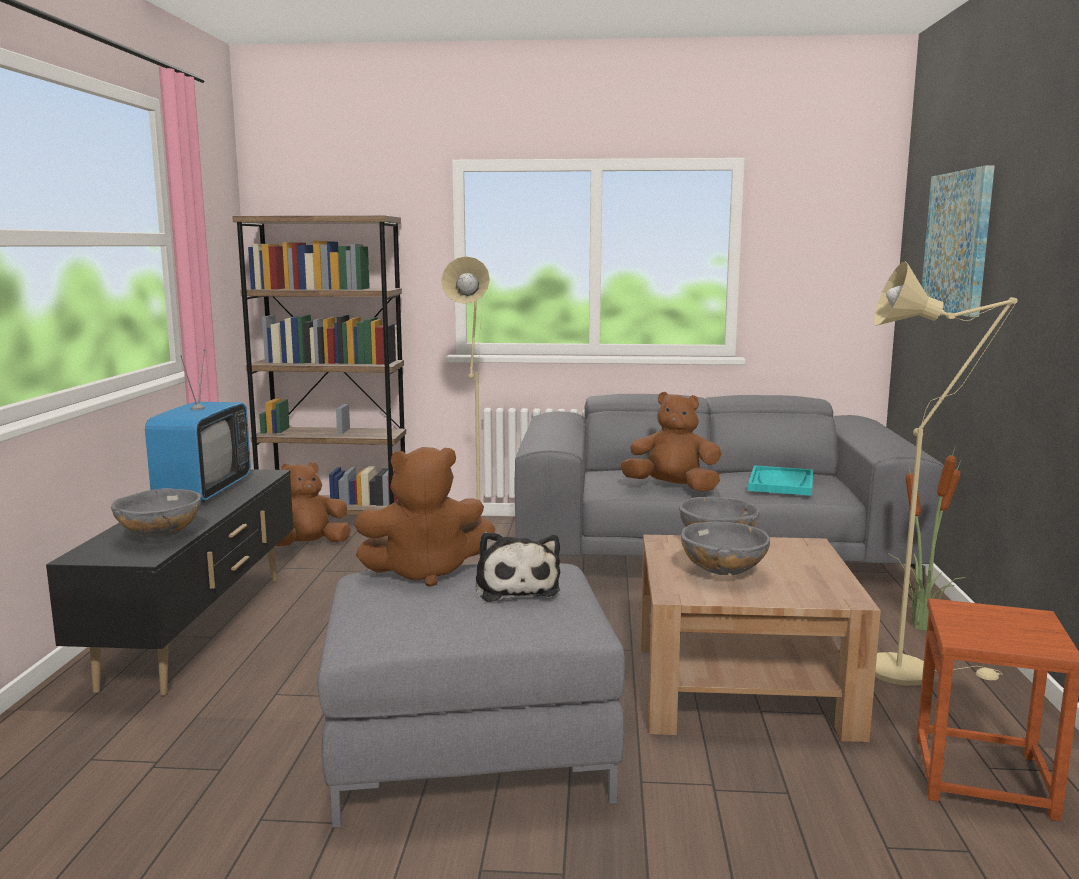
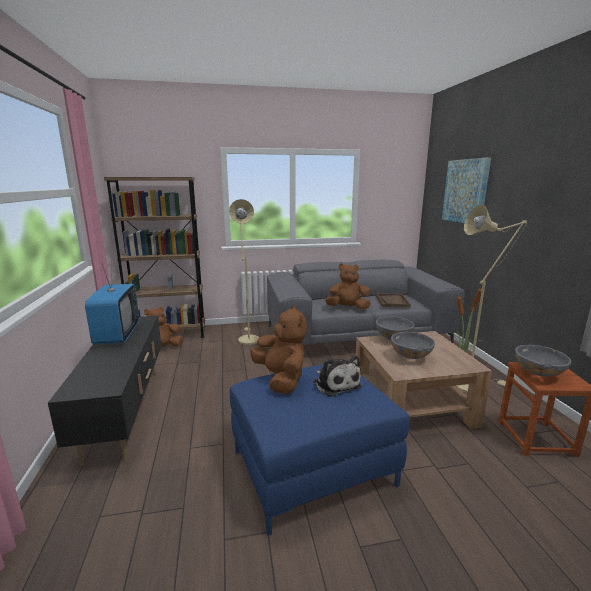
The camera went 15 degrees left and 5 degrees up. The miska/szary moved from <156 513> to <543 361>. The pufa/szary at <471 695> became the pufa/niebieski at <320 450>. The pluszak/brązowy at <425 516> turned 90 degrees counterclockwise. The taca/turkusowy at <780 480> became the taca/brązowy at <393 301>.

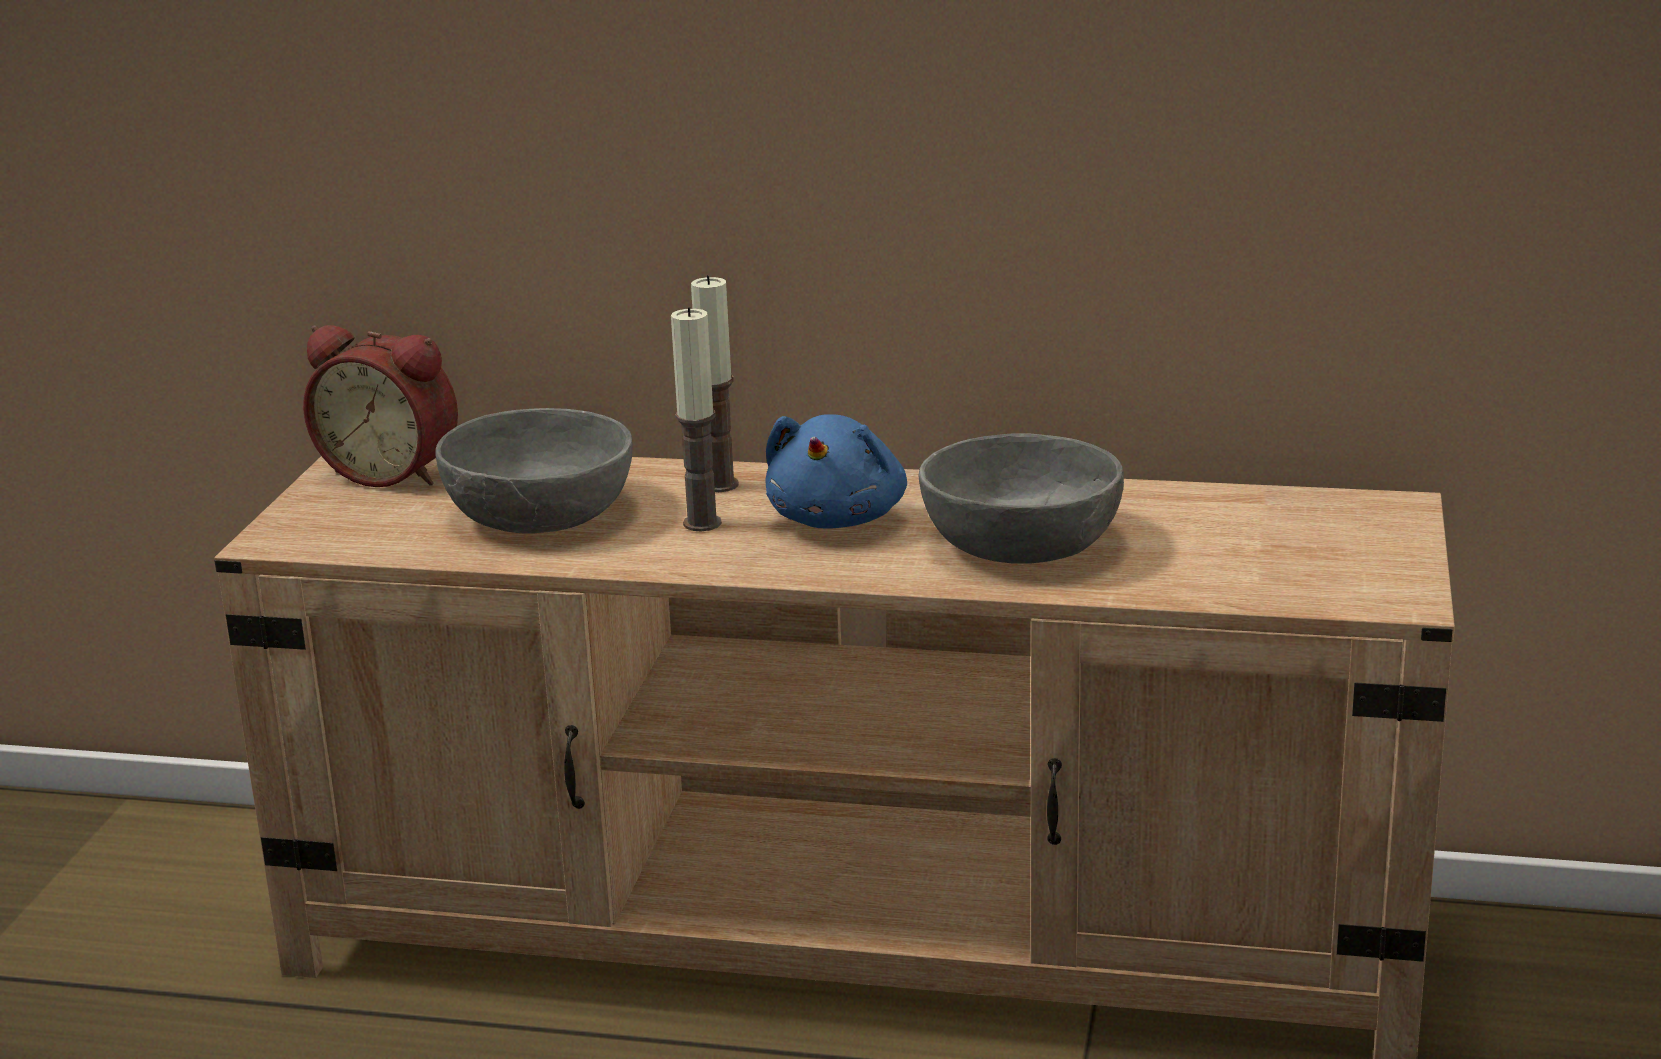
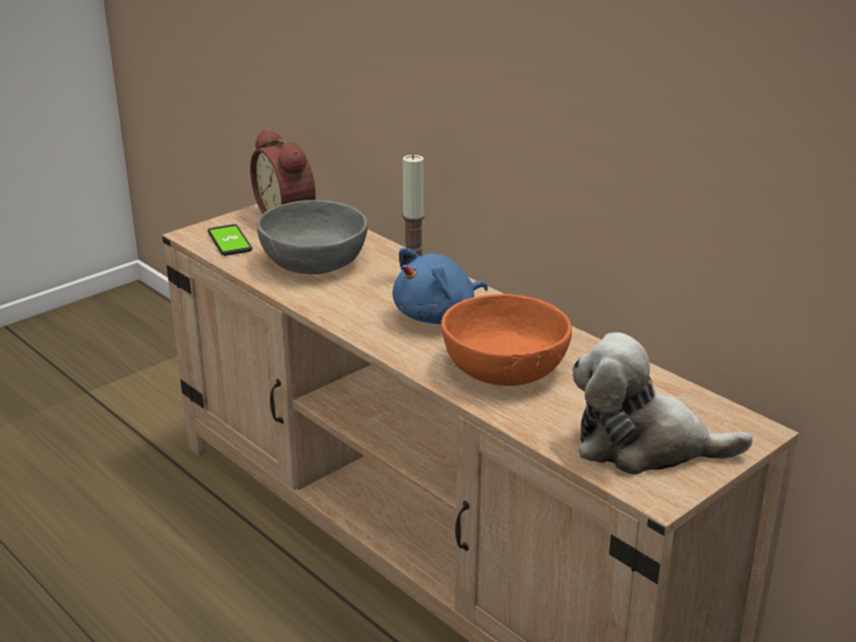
The camera went 35 degrees right and 5 degrees up. The świeca at <696 419> disappeared. The miska/szary at <1021 498> became the miska/pomarańczowy at <506 340>. The telefon at <230 240> appeared. The pluszak at <662 403> appeared.

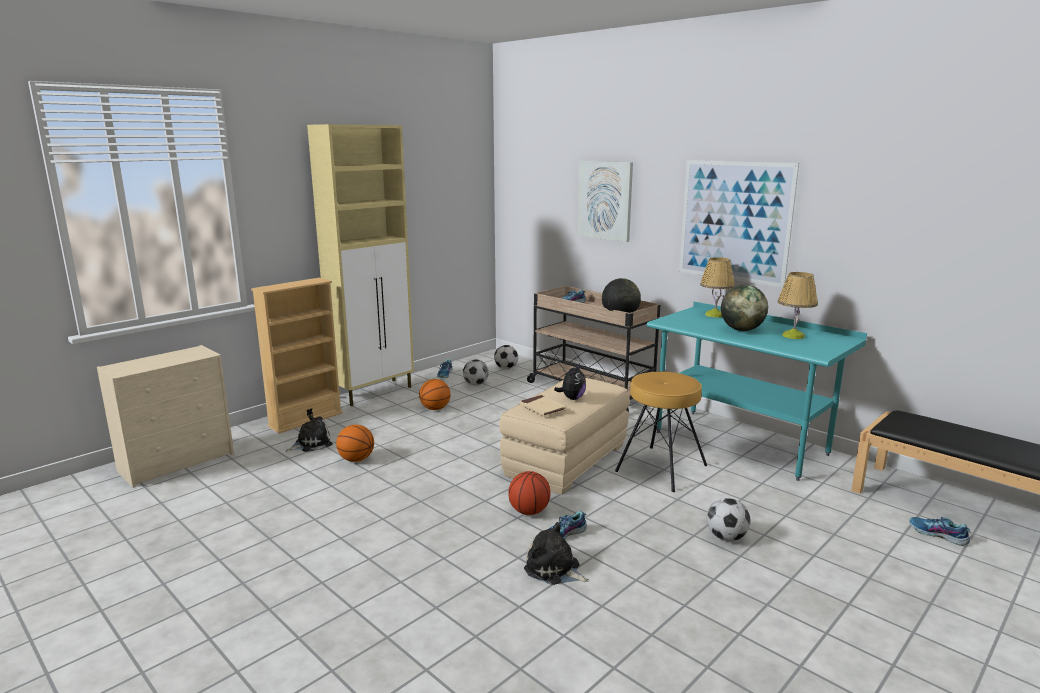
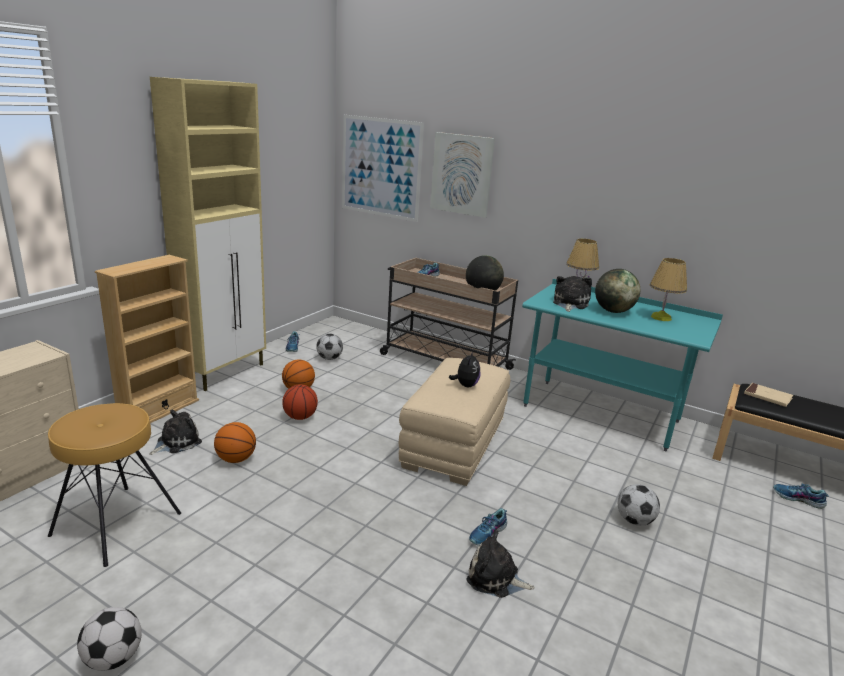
The camera went 15 degrees left and 5 degrees up. The piłka futbolowa moved from <506 357> to <109 639>. The piłka do koszykówki moved from <529 493> to <300 402>. The książka/beżowy moved from <543 406> to <768 395>. The stołek/brązowy moved from <661 432> to <114 485>. The obraz moved from <739 224> to <383 168>. The pluszak at <572 294> appeared.

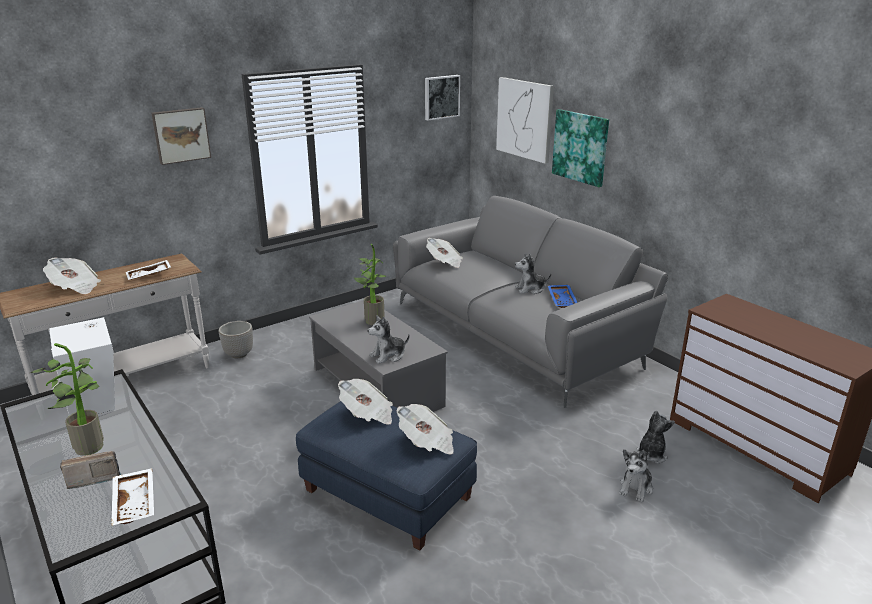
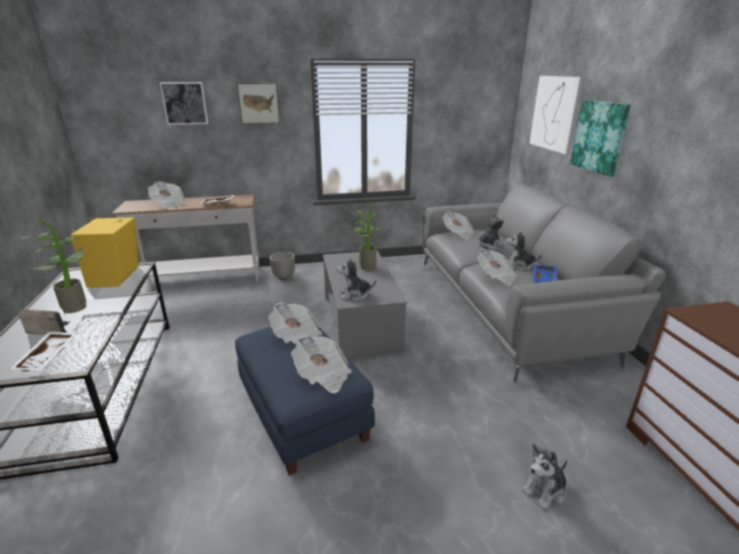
The camera went 25 degrees right and 0 degrees up. The głośnik/biały at <81 366> became the głośnik/żółty at <104 253>. The obraz moved from <442 98> to <184 103>. The pluszak moved from <655 437> to <491 231>. The gazeta at <497 267> appeared.

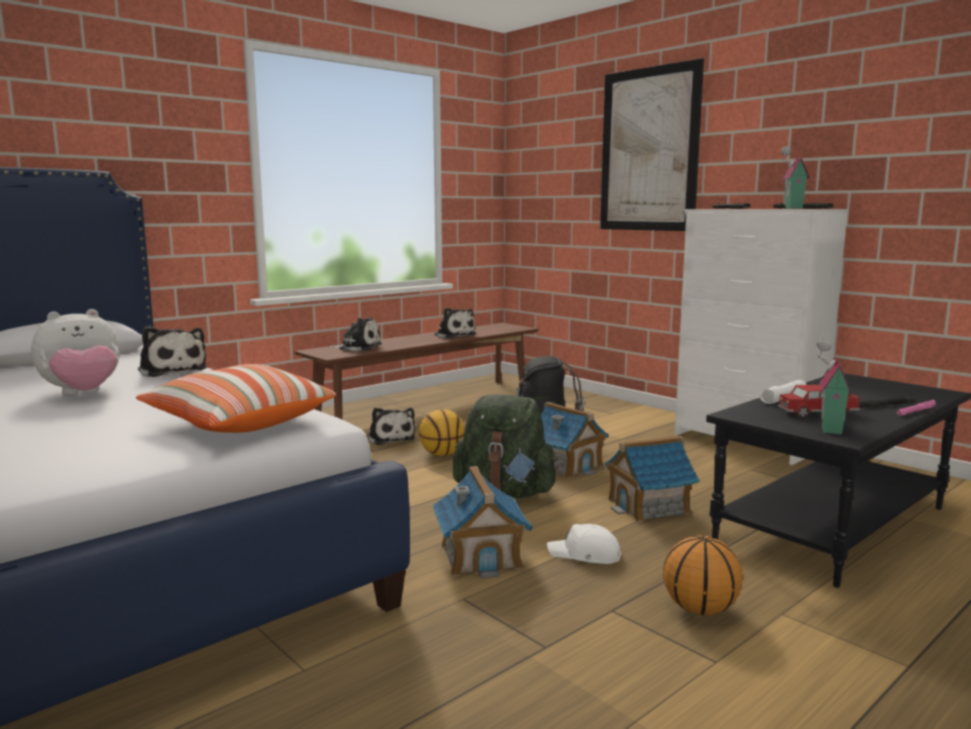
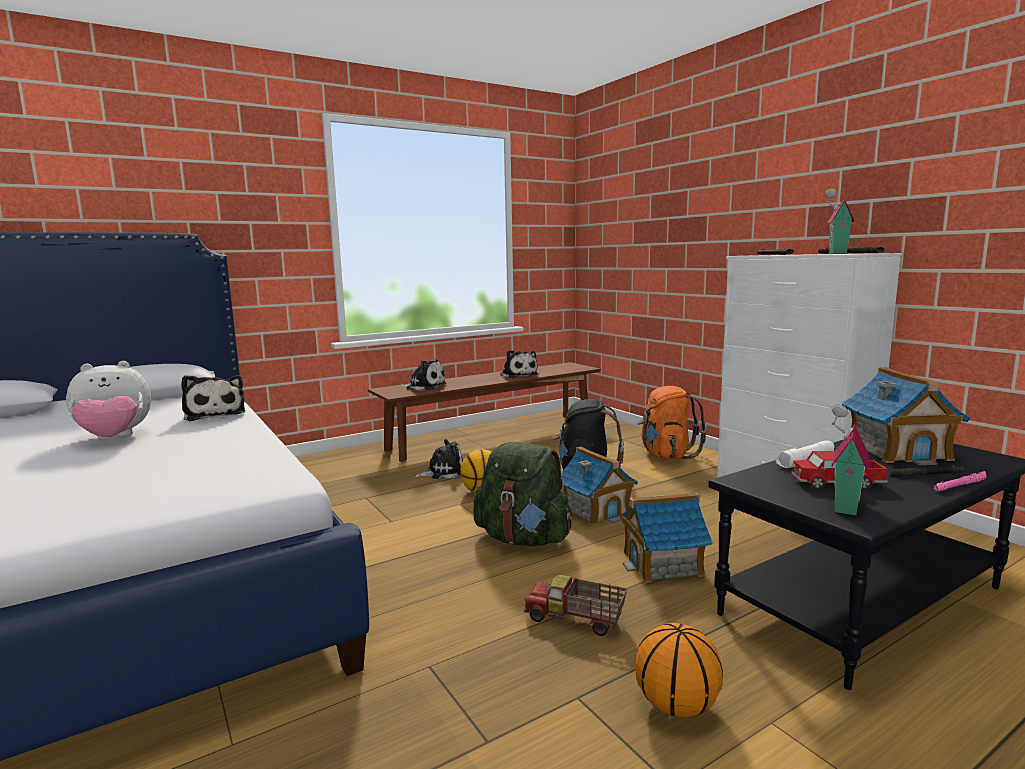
The camera went 10 degrees right and 0 degrees up. The poduszka at <236 398> disappeared. The pluszak at <392 426> turned 90 degrees counterclockwise. The domek moved from <483 522> to <905 416>. The czapka z daszkiem/biały at <584 544> was replaced by the ciężarówka zabawkowa at <575 605>. The obraz at <652 144> disappeared. The plecak/pomarańczowy at <672 422> appeared.

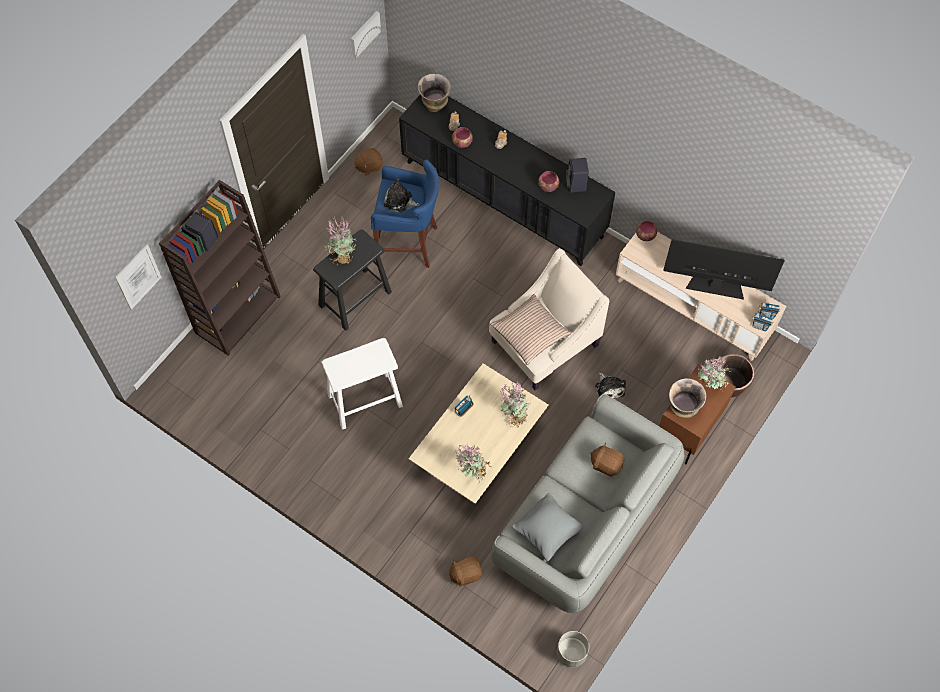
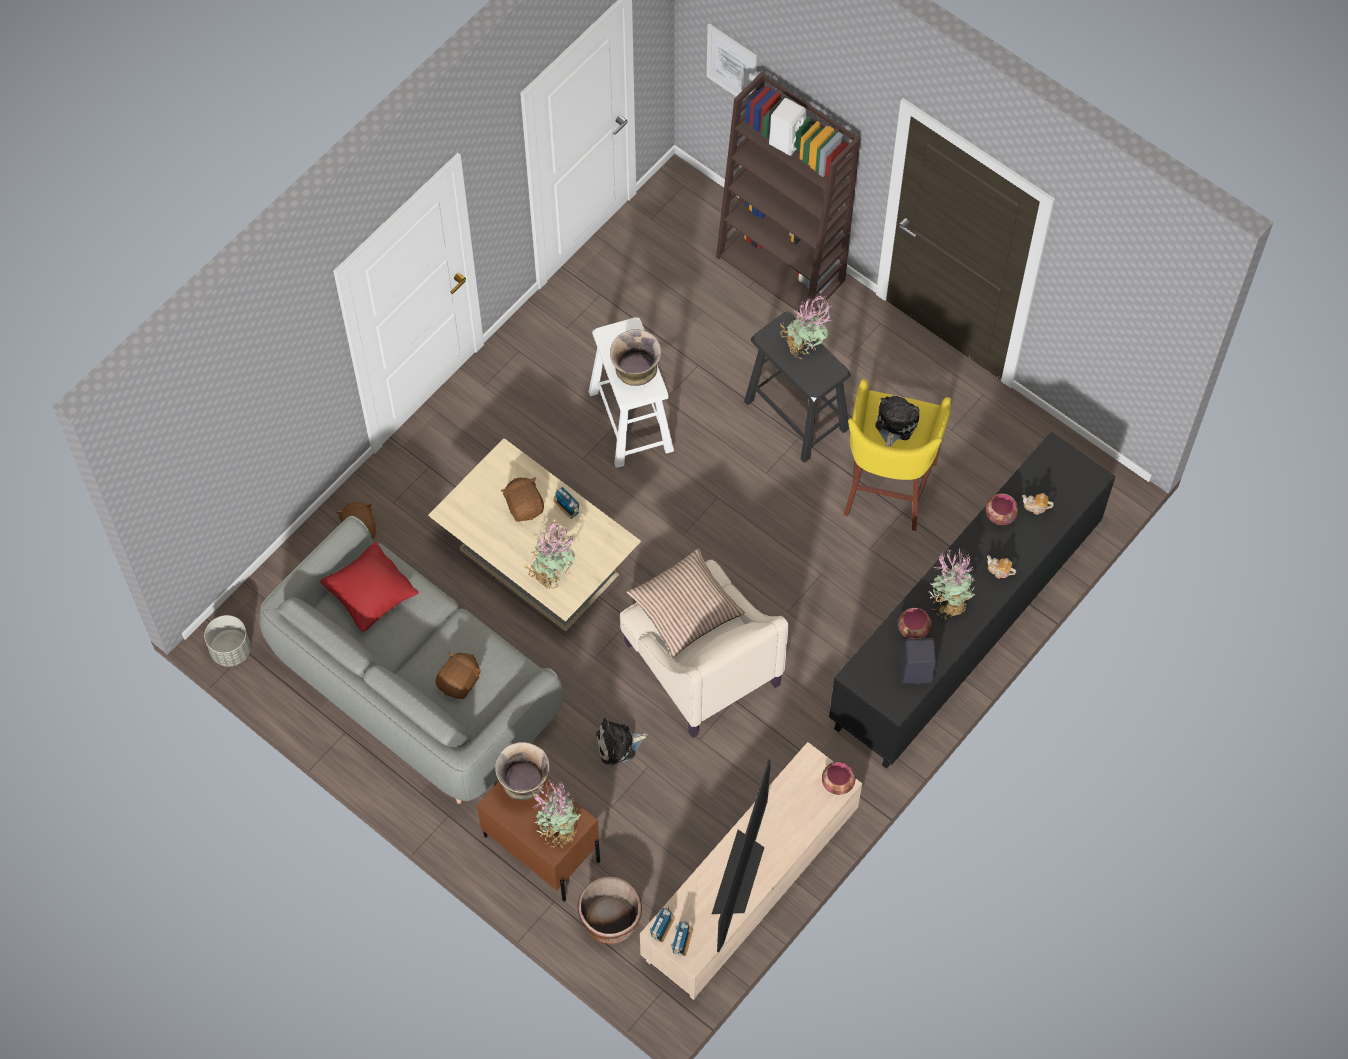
The camera went 95 degrees right and 0 degrees up. The głośnik/czarny at <201 231> became the głośnik/biały at <788 127>. The obraz at <366 34> disappeared. The pluszak/brązowy moved from <368 162> to <522 499>. The stołek/niebieski at <405 213> became the stołek/żółty at <897 455>. The wazon moved from <434 93> to <635 357>. The roślina doniczkowa moved from <473 463> to <952 583>. The poduszka/szary at <548 527> became the poduszka/czerwony at <369 587>.

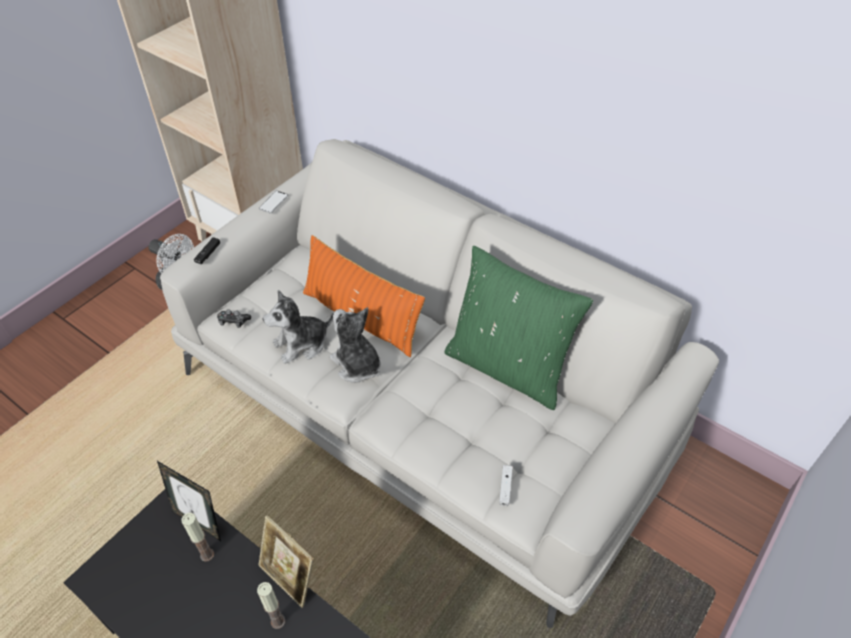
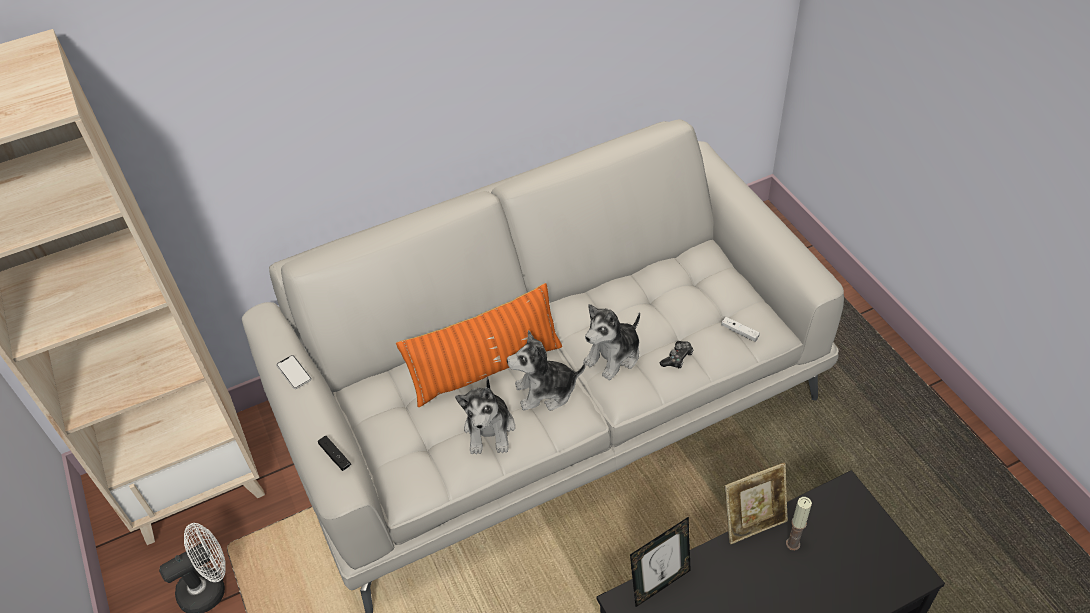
The camera went 60 degrees left and 0 degrees up. The świeca at <197 537> disappeared. The pad do gier moved from <234 318> to <677 354>. The poduszka/zielony at <519 328> disappeared. The pluszak at <611 342> appeared.

